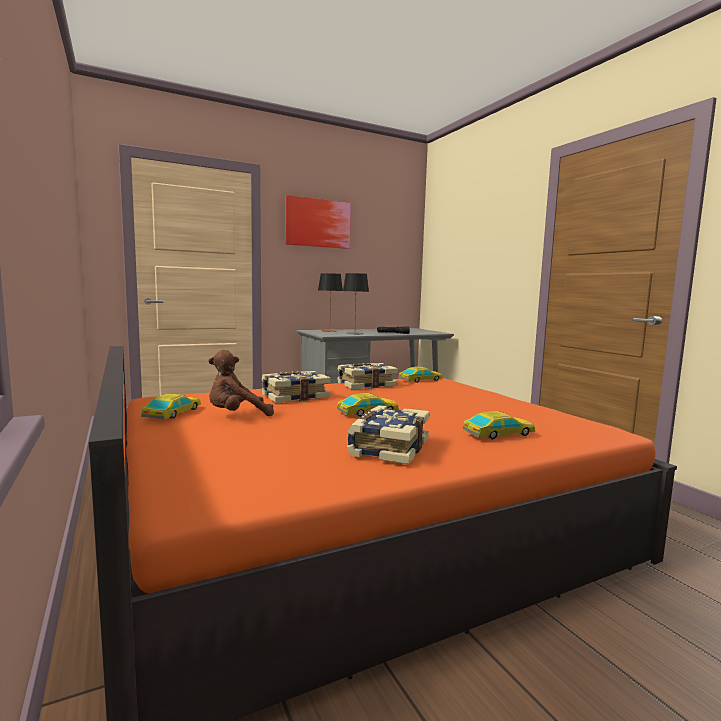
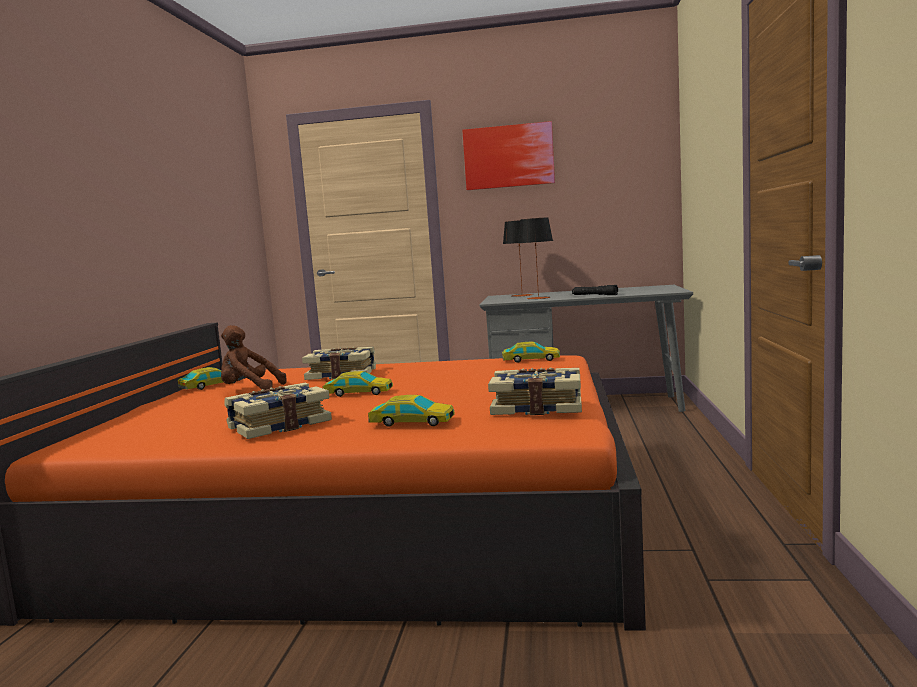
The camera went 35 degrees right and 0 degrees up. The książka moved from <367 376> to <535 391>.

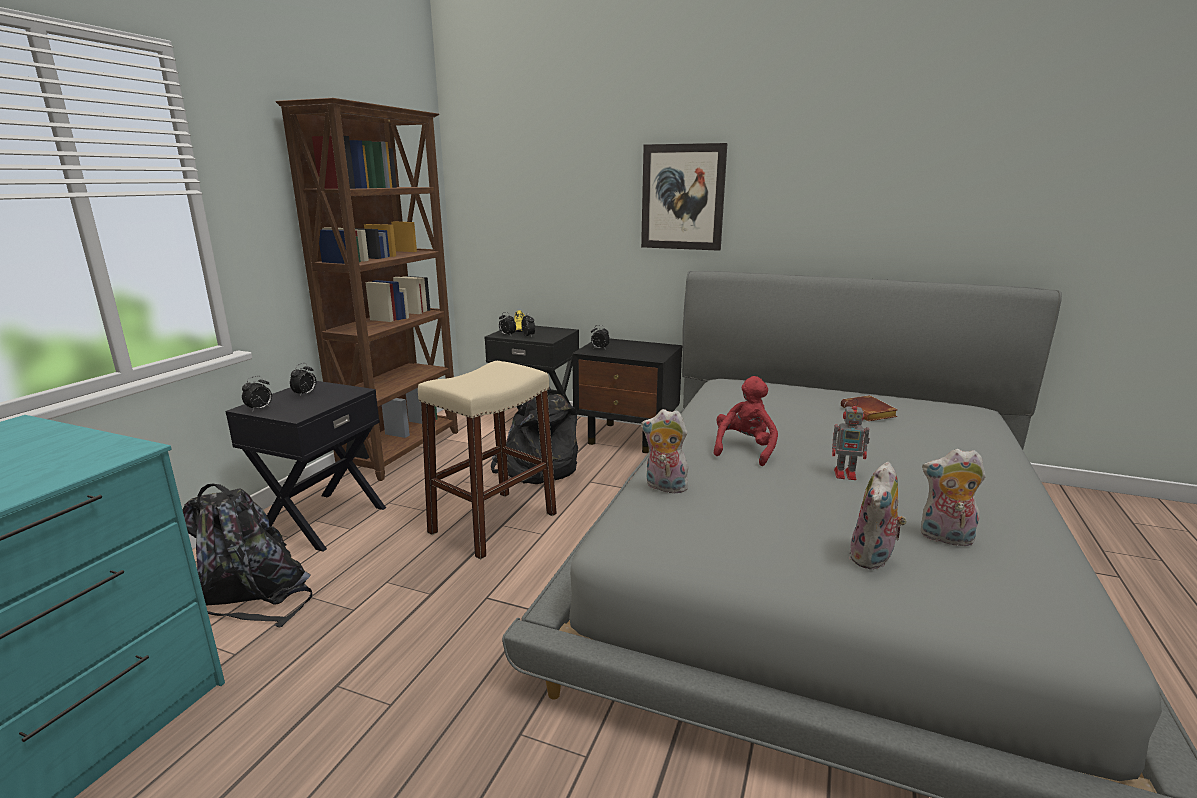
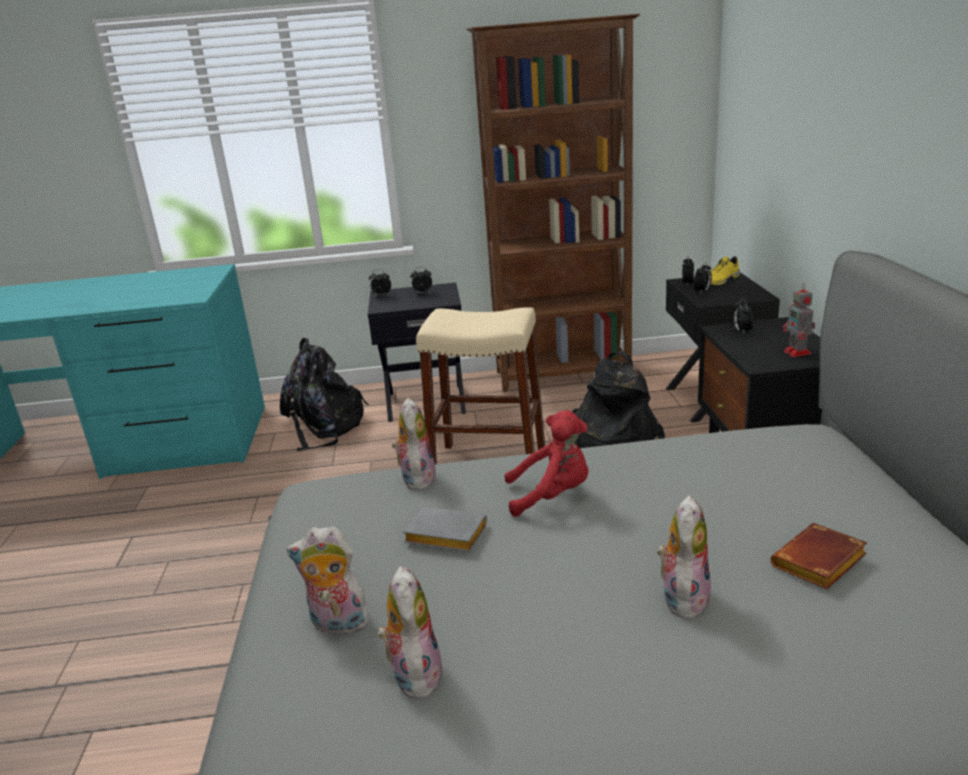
The camera went 65 degrees right and 5 degrees up. The obraz at <684 197> disappeared. The robot zabawkowy moved from <851 439> to <799 320>. The książka/szary at <445 529> appeared. The pluszak at <684 558> appeared.

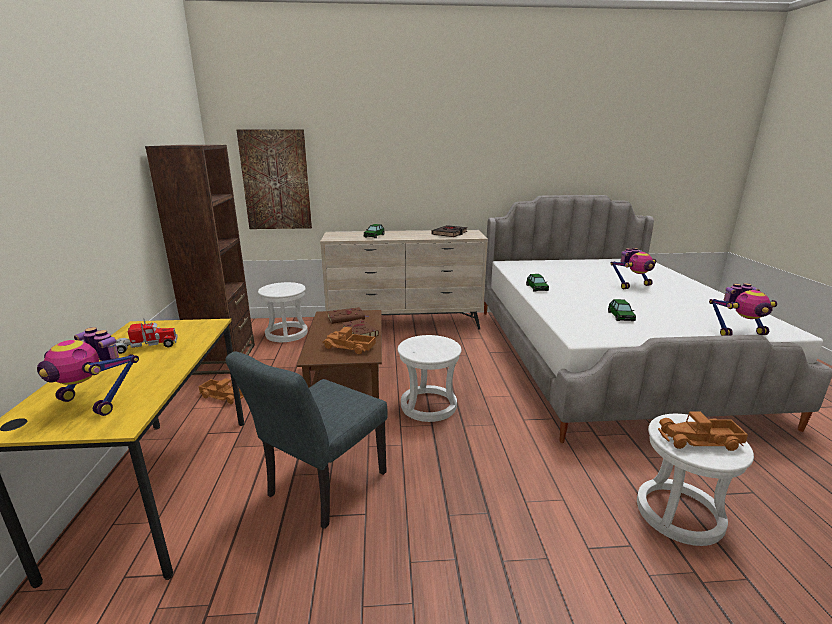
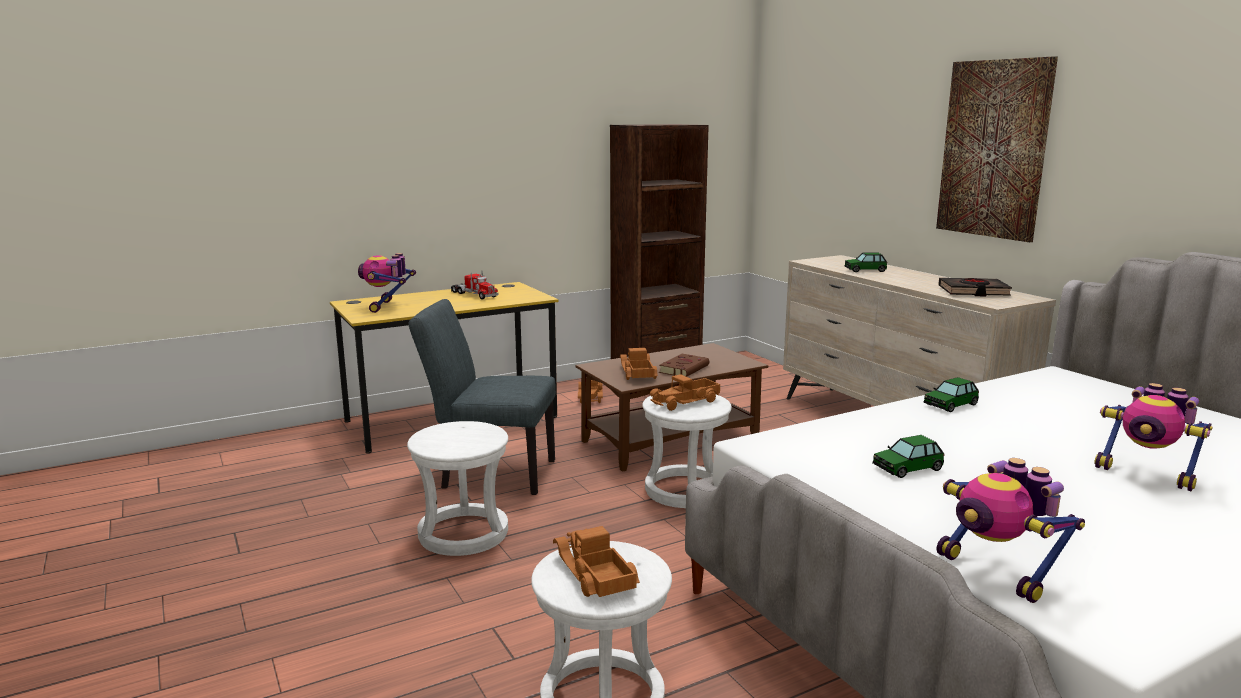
The camera went 65 degrees right and 5 degrees down. The obraz moved from <274 179> to <997 149>. The stołek/biały moved from <283 312> to <457 488>. The książka/brązowy at <348 315> disappeared. The ciężarówka zabawkowa at <685 392> appeared.

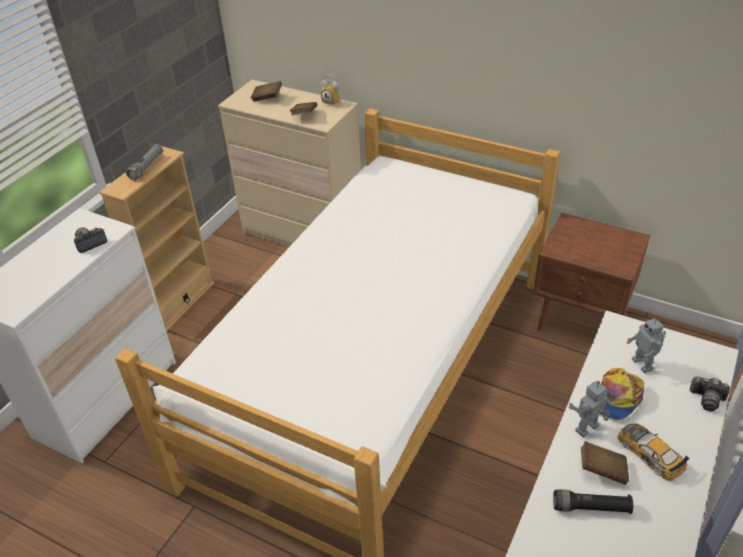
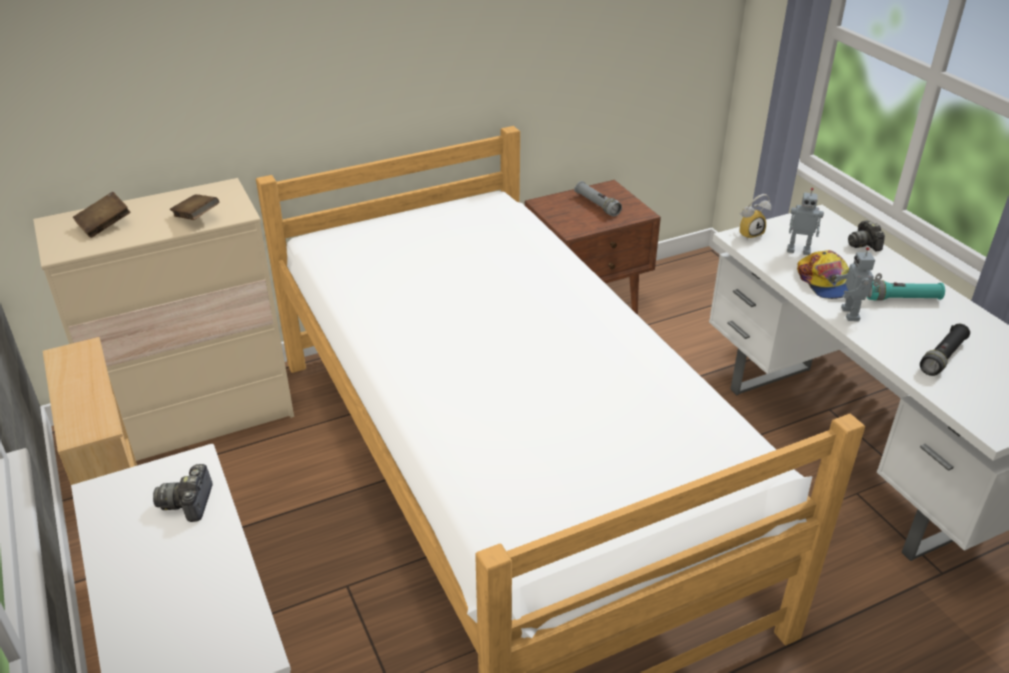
The camera went 55 degrees left and 5 degrees down. The latarka/szary moved from <144 162> to <598 199>. The budzik moved from <330 90> to <755 217>. The książka/brązowy at <605 463> disappeared. The samochodzik at <654 452> was replaced by the latarka/turkusowy at <906 290>. The aparat fotograficzny at <710 393> turned 105 degrees clockwise.

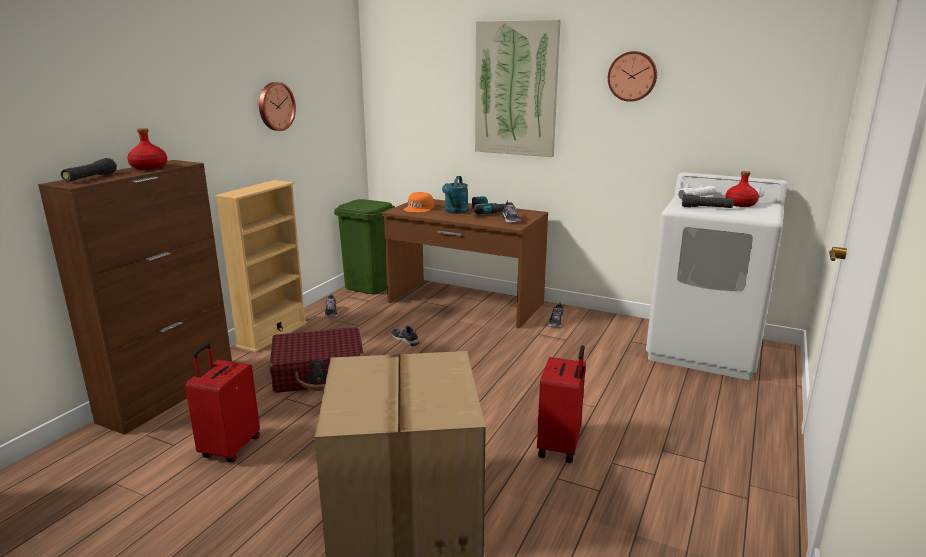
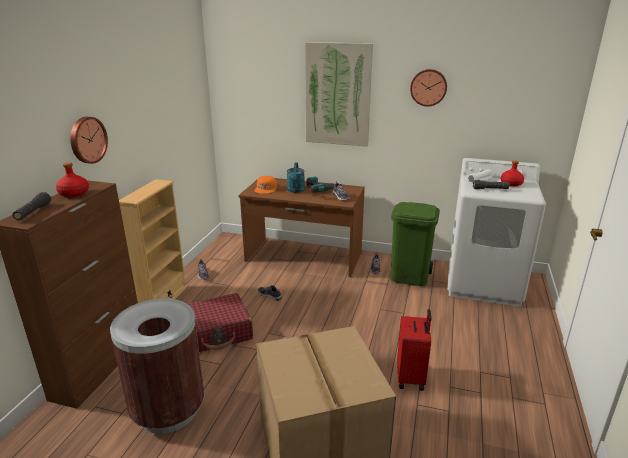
The camera went 10 degrees left and 5 degrees up. The walizka/czerwony at <222 403> was replaced by the kosz na śmieci/brązowy at <157 366>. The zegar ścienny moved from <277 106> to <89 140>. The kosz na śmieci/zielony moved from <364 246> to <415 244>.

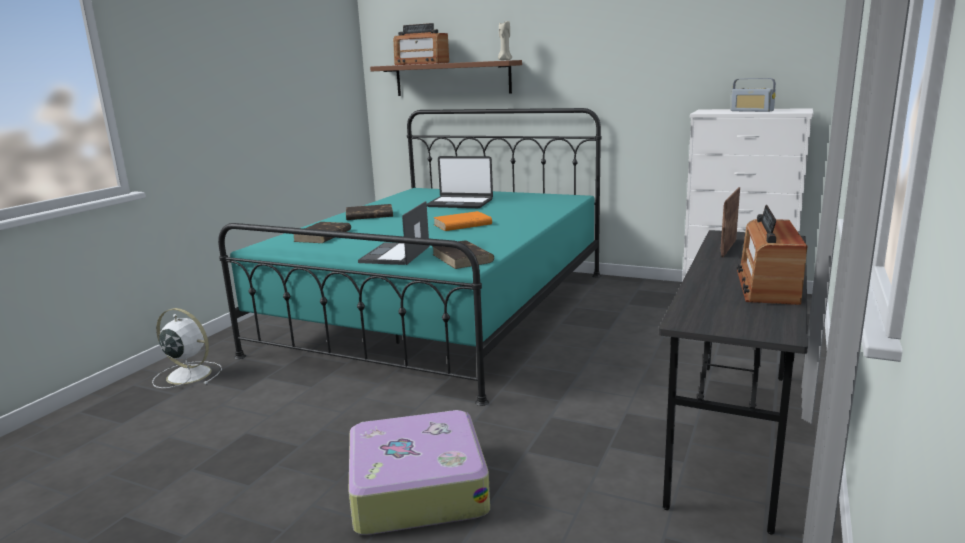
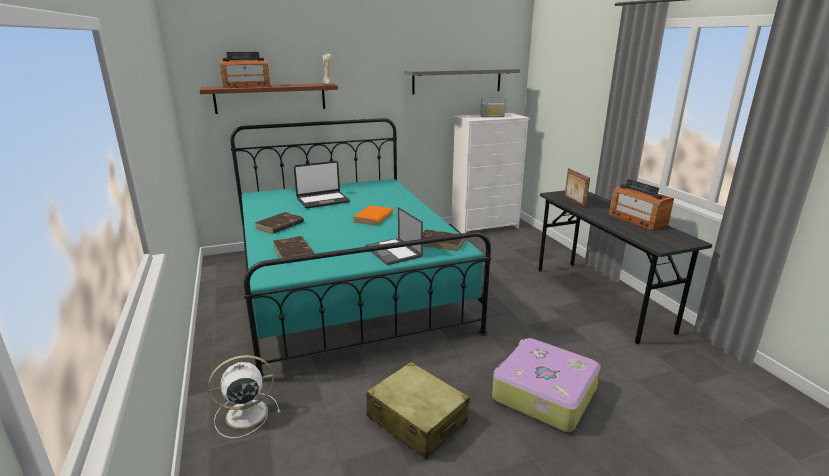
The camera went 45 degrees left and 5 degrees up. The walizka/beżowy at <418 410> appeared. The półka/szary at <462 81> appeared.

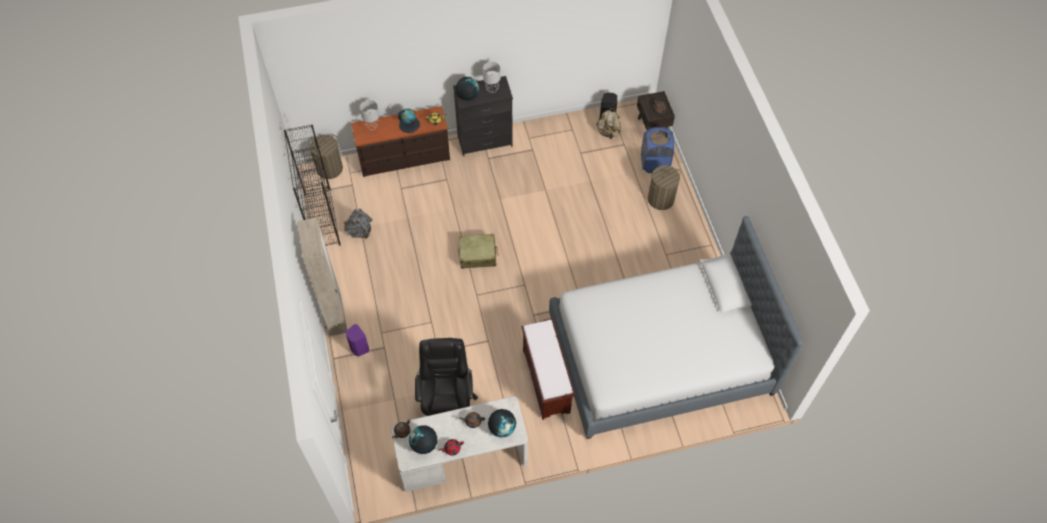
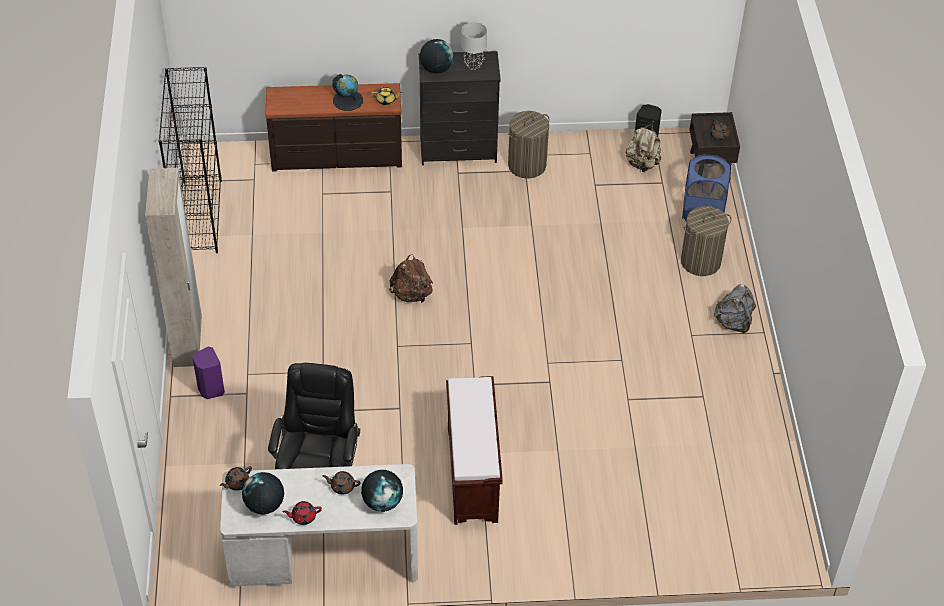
The camera went 10 degrees right and 10 degrees down. The kosz na pranie moved from <326 156> to <528 144>. The plecak/szary moved from <358 224> to <735 309>. The lampa stołowa/szary at <369 115> disappeared. The walizka/beżowy at <479 251> was replaced by the plecak/brązowy at <411 278>. The łóżko at <676 327> disappeared.

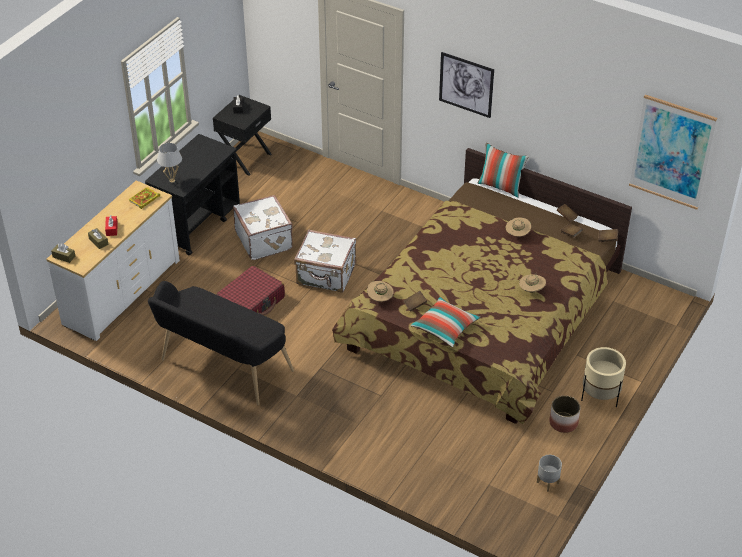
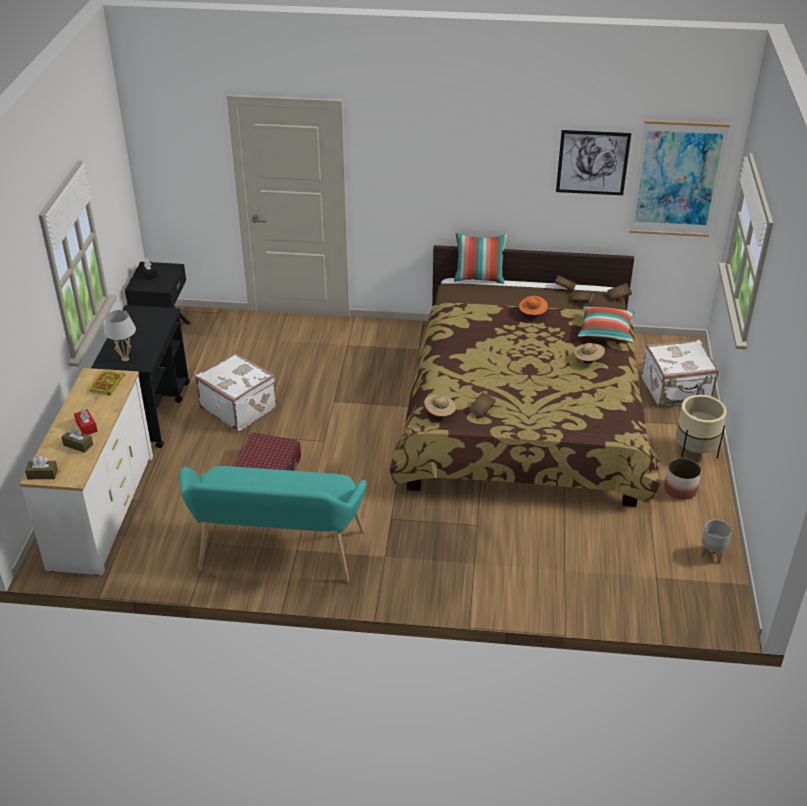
The camera went 25 degrees left and 5 degrees down. The ławka/czarny at <221 343> became the ławka/turkusowy at <273 524>. The walizka/biały moved from <325 261> to <680 373>. The poduszka moved from <446 322> to <606 324>. The obraz moved from <466 85> to <593 162>. The kapelusz/beżowy at <518 227> became the kapelusz/pomarańczowy at <533 306>.

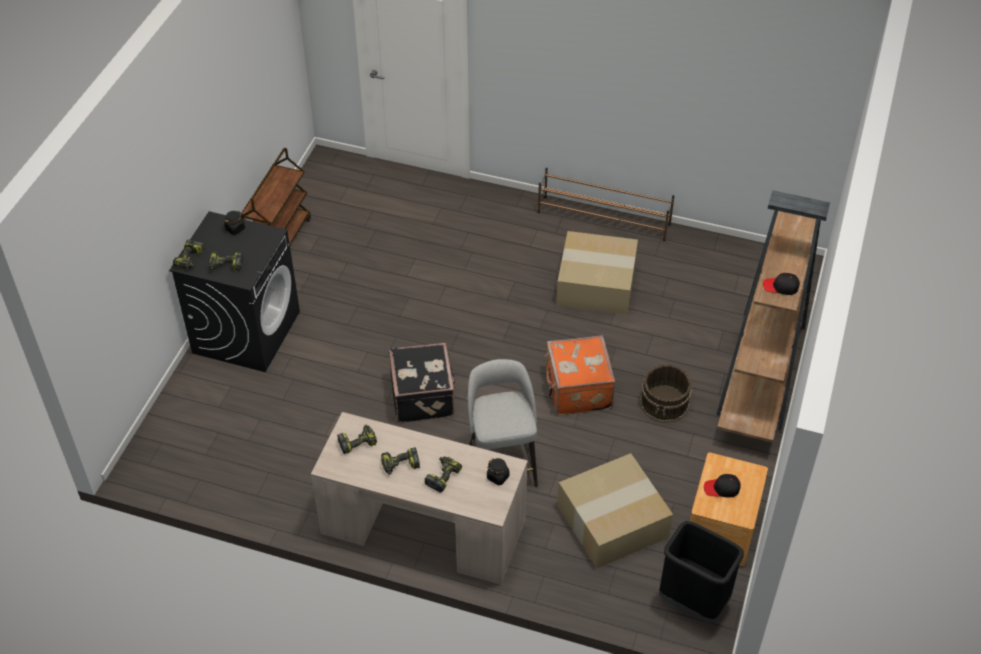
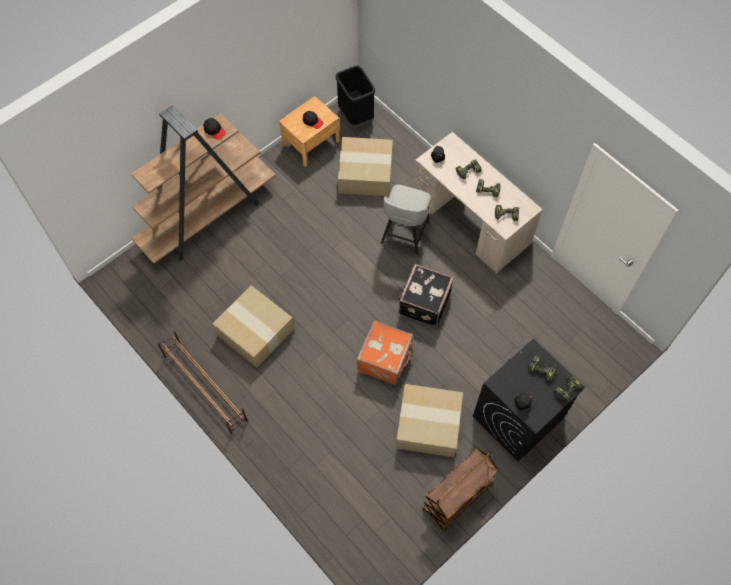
The camera went 150 degrees left and 15 degrees up. The walizka/pomarańczowy moved from <580 375> to <385 352>. The wiadro/brązowy at <666 393> disappeared. The karton at <429 420> appeared.

